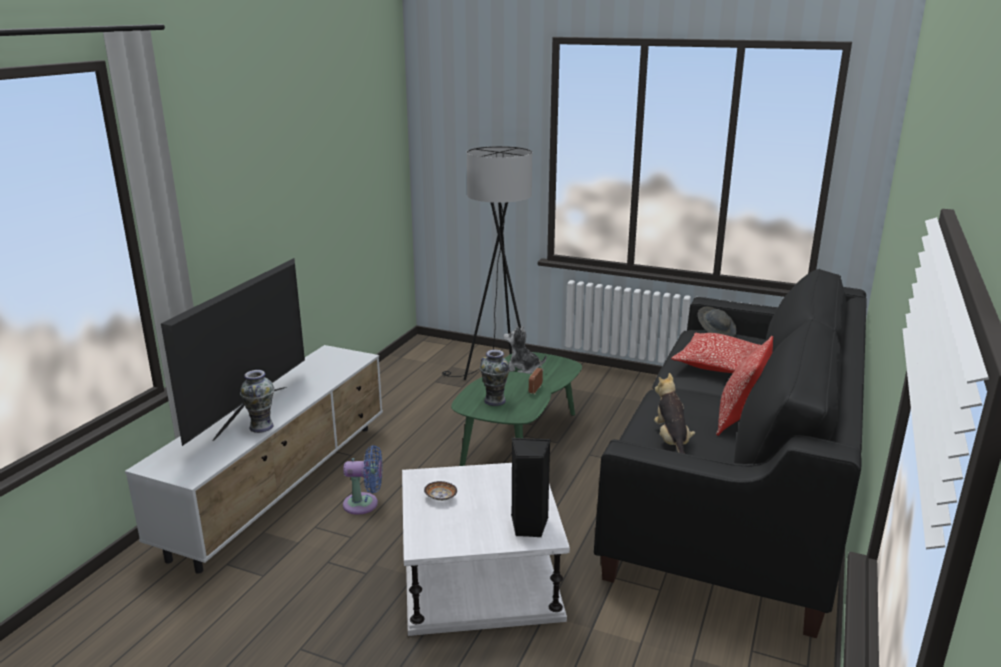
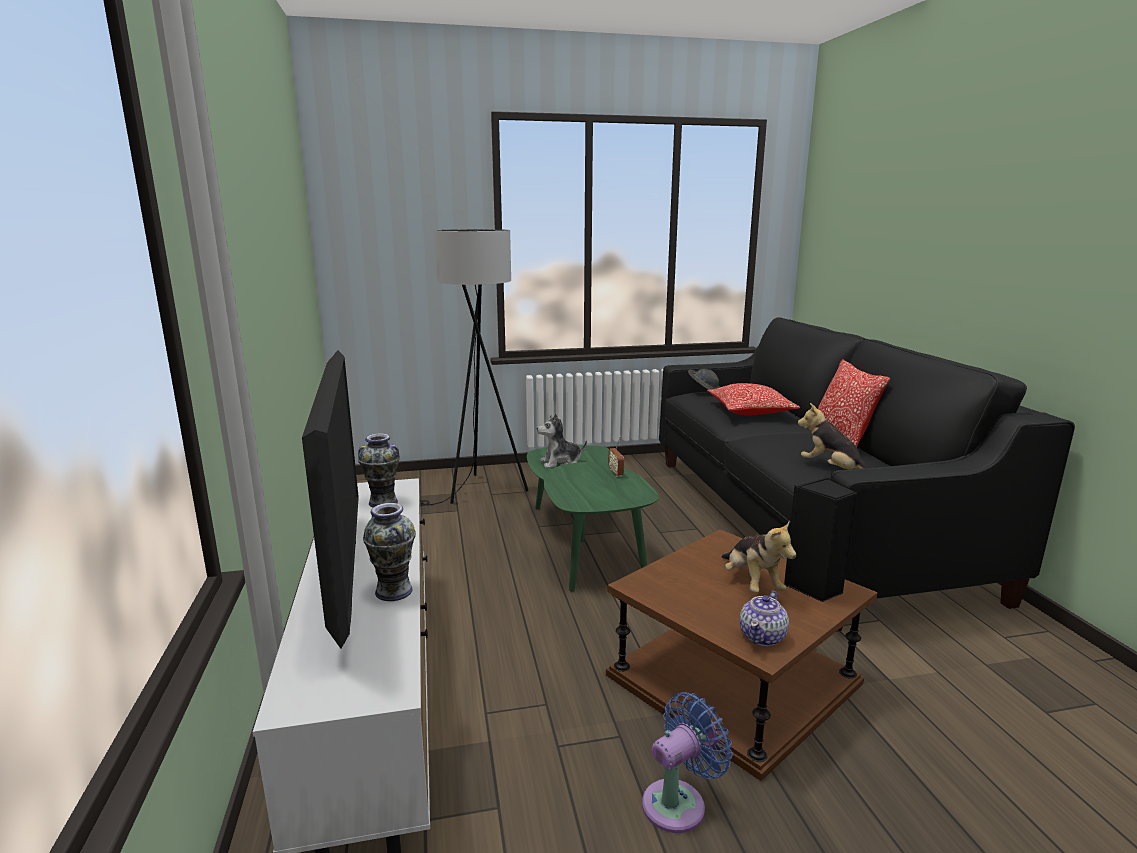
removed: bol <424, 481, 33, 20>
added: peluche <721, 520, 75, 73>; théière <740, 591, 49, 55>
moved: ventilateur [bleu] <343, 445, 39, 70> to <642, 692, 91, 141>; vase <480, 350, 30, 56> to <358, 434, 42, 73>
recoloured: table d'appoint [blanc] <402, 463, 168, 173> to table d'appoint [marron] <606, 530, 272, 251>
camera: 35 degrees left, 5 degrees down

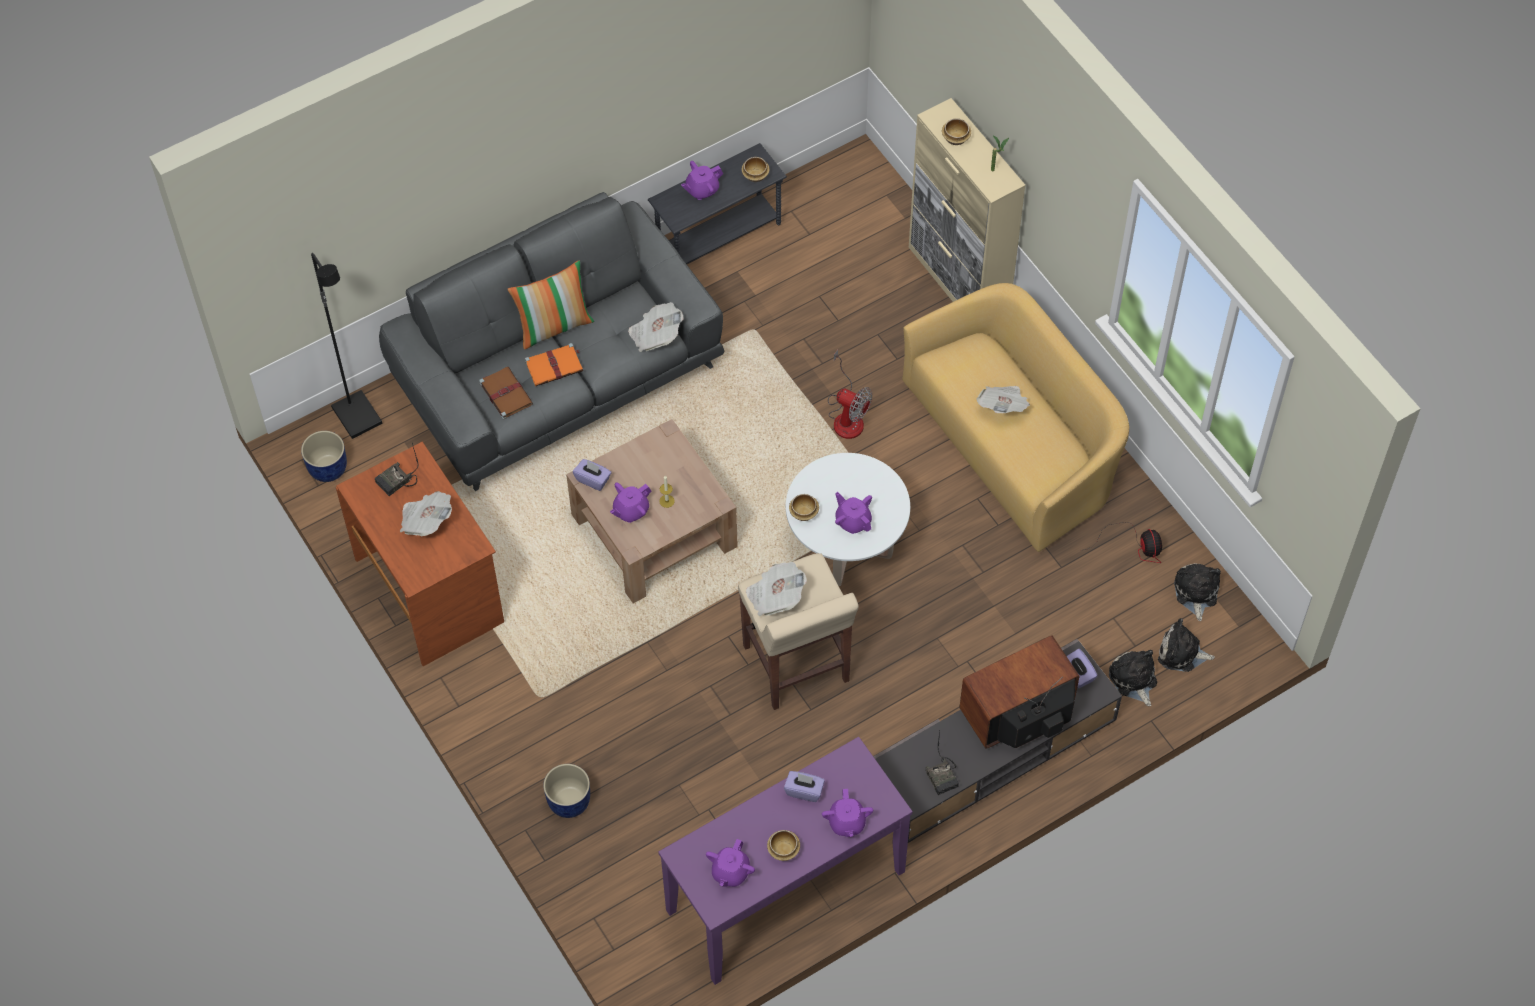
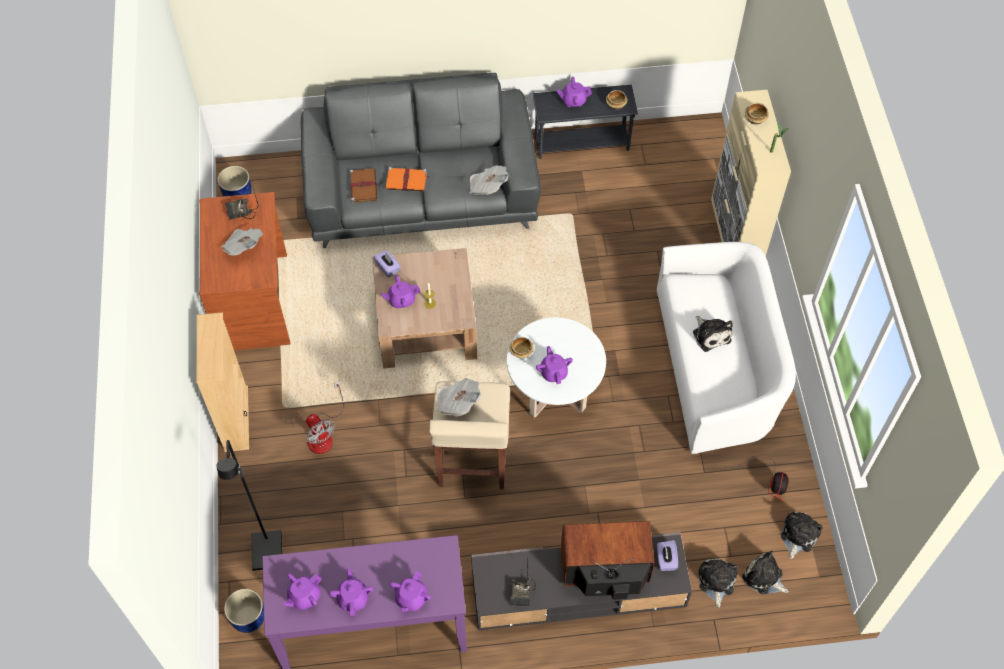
removed: coussin <507, 260, 87, 90>; boîte à mouchoirs [violet] <784, 771, 41, 31>
added: bibliothèque [beige] <196, 312, 53, 140>
moved: lampadaire [noir] <311, 253, 71, 186> to <216, 440, 66, 131>; cache-pot [bleu] <543, 764, 47, 54> to <224, 589, 40, 44>; ventilateur <828, 349, 44, 90> to <306, 381, 38, 73>
replaced: bol <767, 830, 33, 31> to théière [violet] <329, 568, 44, 48>; journal <976, 386, 54, 27> to peluche <693, 316, 40, 36>
recoloured: canapé [jaune] <902, 283, 227, 269> to canapé [blanc] <657, 242, 139, 212>
camera: 25 degrees right, 0 degrees up

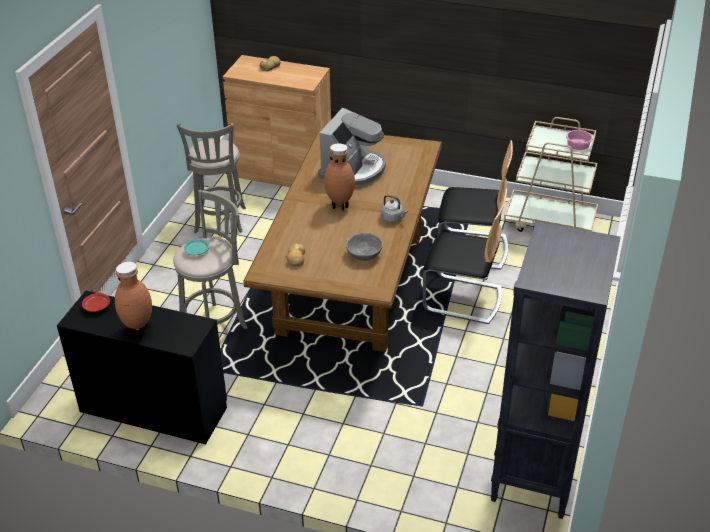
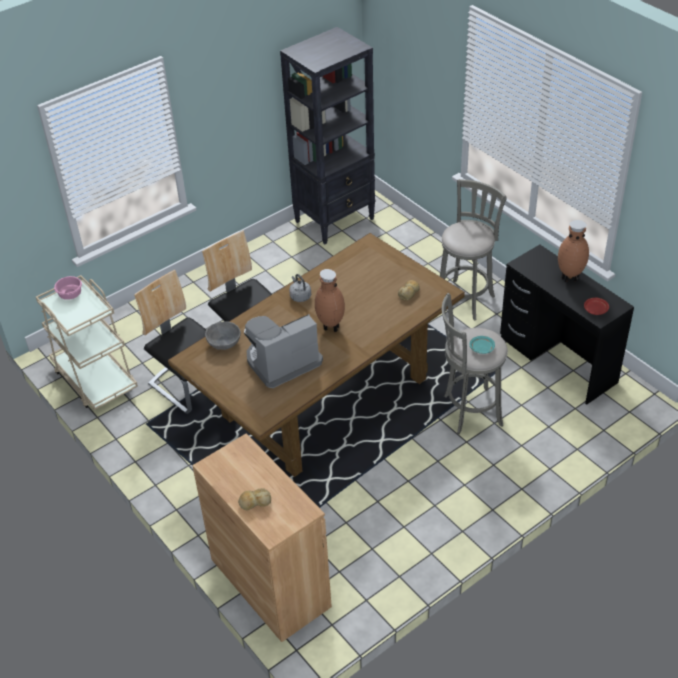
moved: tabouret [gris] <177, 123, 69, 110> to <440, 179, 67, 142>; bol [gris] <346, 233, 37, 28> to <205, 321, 36, 29>
camera: 145 degrees left, 5 degrees up

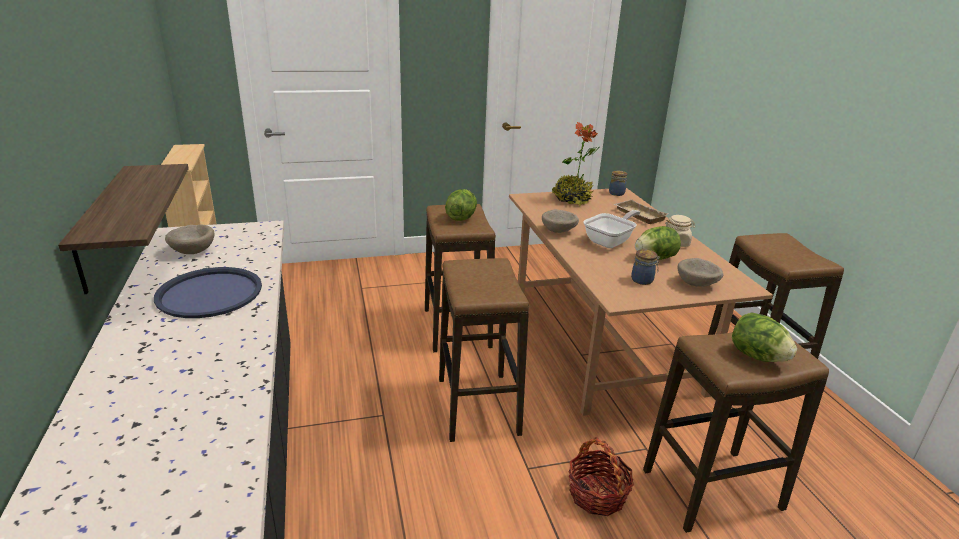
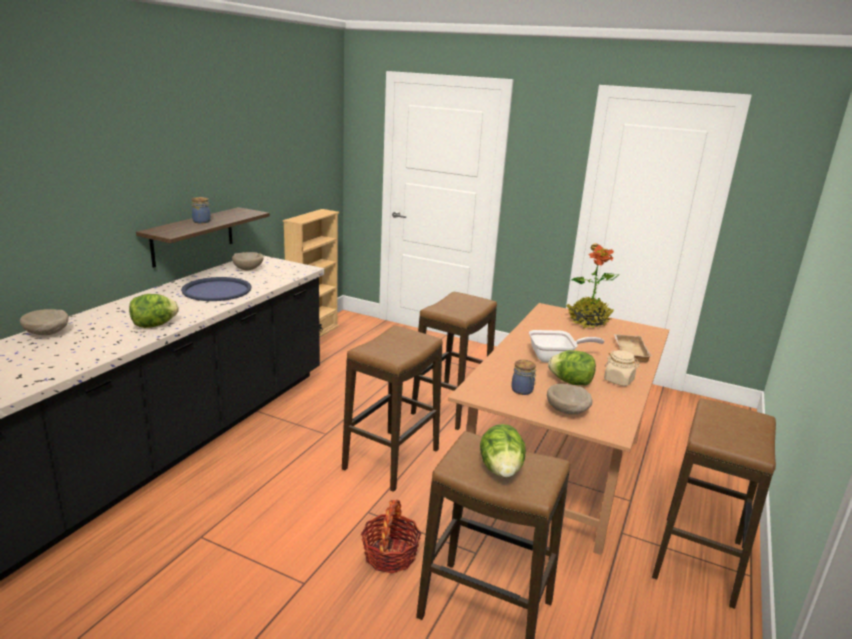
moved: laitue <445, 189, 32, 32> to <129, 294, 50, 34>; bol [beige] <542, 209, 37, 24> to <20, 309, 49, 26>; bocal <609, 171, 18, 25> to <191, 197, 20, 26>
camera: 40 degrees right, 5 degrees down

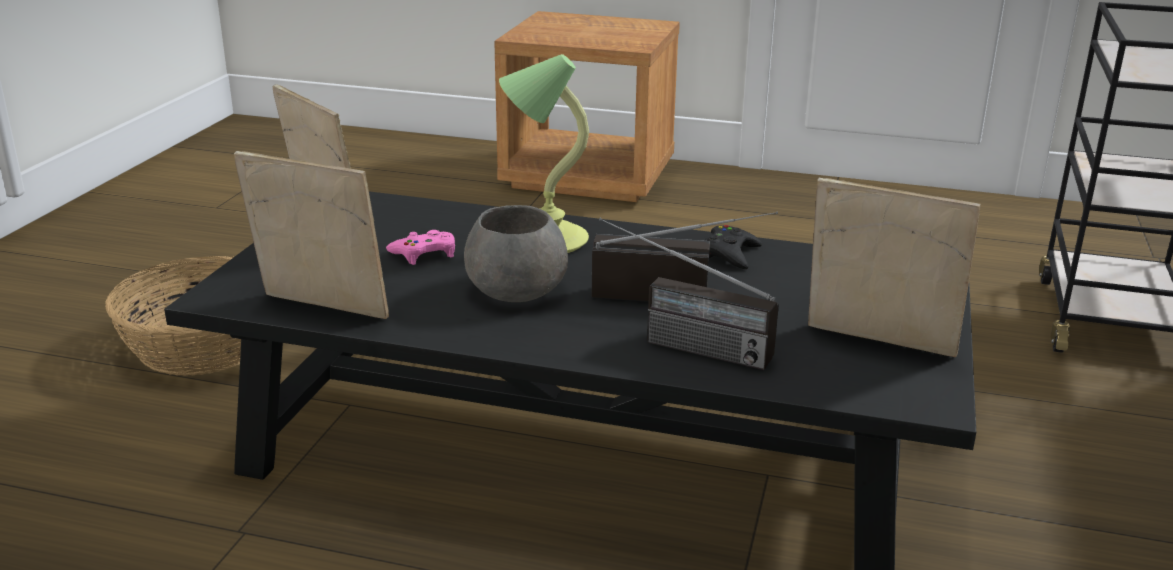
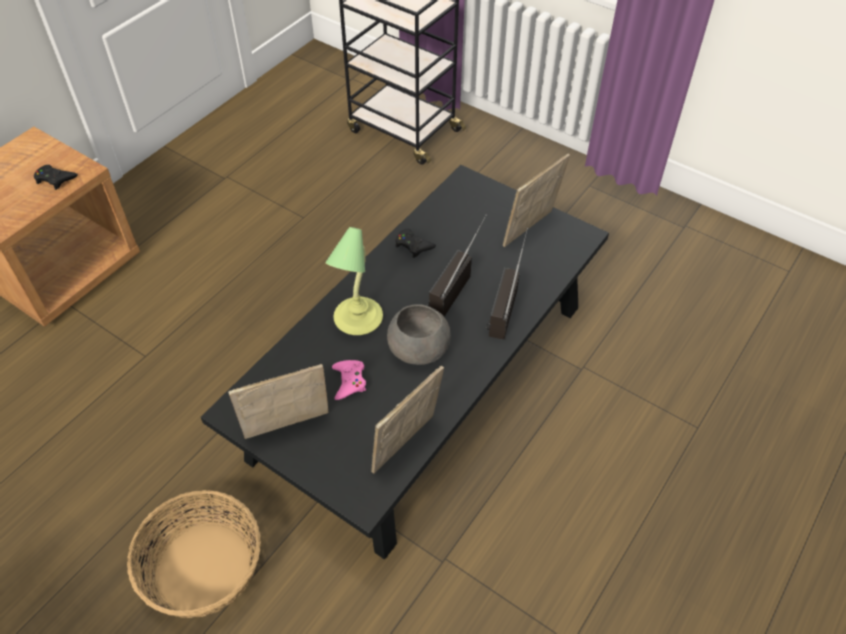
added: manette [noir] <34, 165, 44, 25>
turned: radio <599, 218, 180, 152> = <486, 228, 42, 111> 150 degrees clockwise
camera: 70 degrees left, 25 degrees up

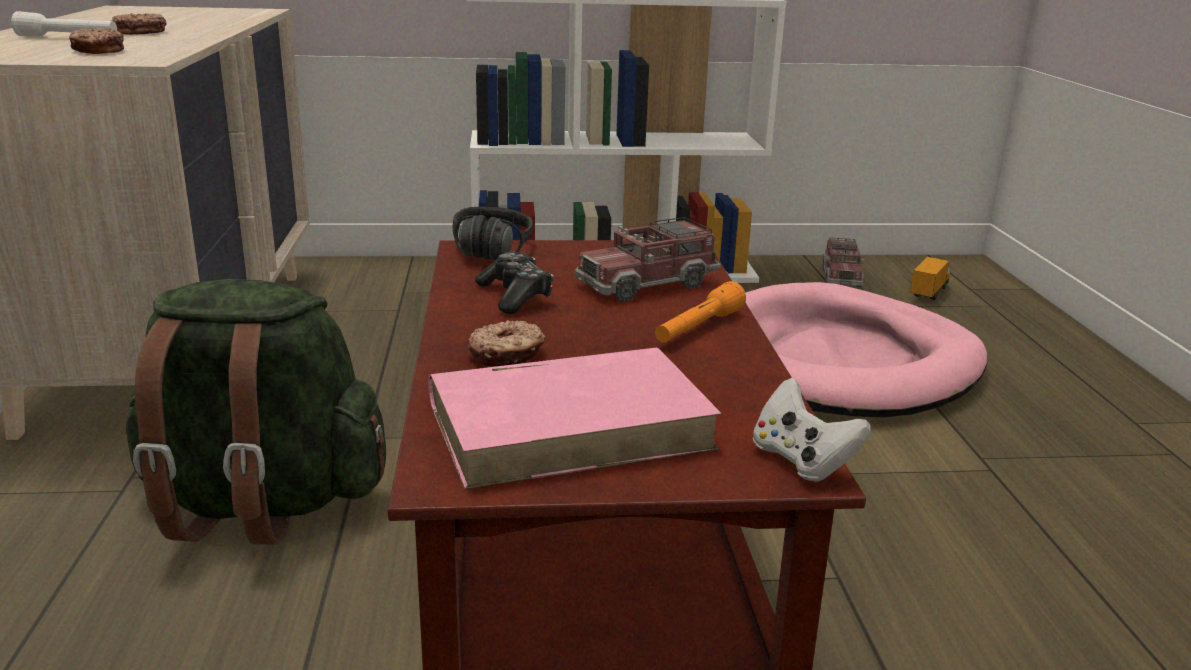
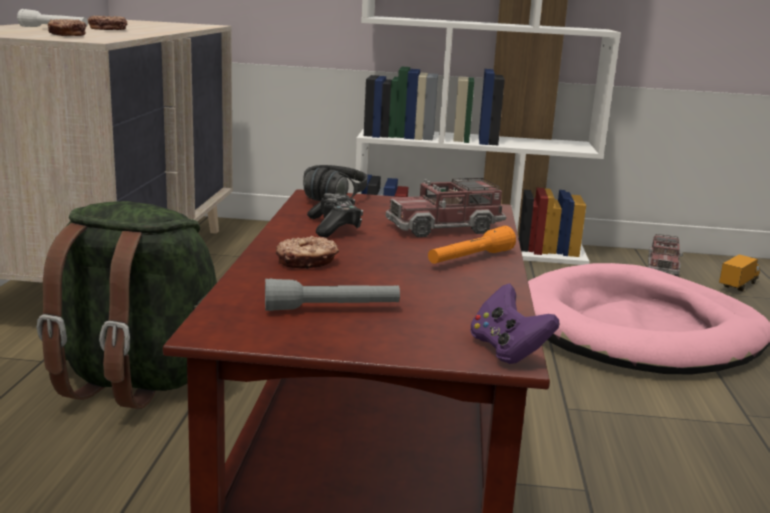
replaced: livre [rose] <429, 347, 293, 142> to lampe de poche [gris] <265, 279, 135, 32>
recoloured: manette [blanc] <753, 378, 118, 104> to manette [violet] <471, 283, 88, 81>
camera: 10 degrees right, 5 degrees down

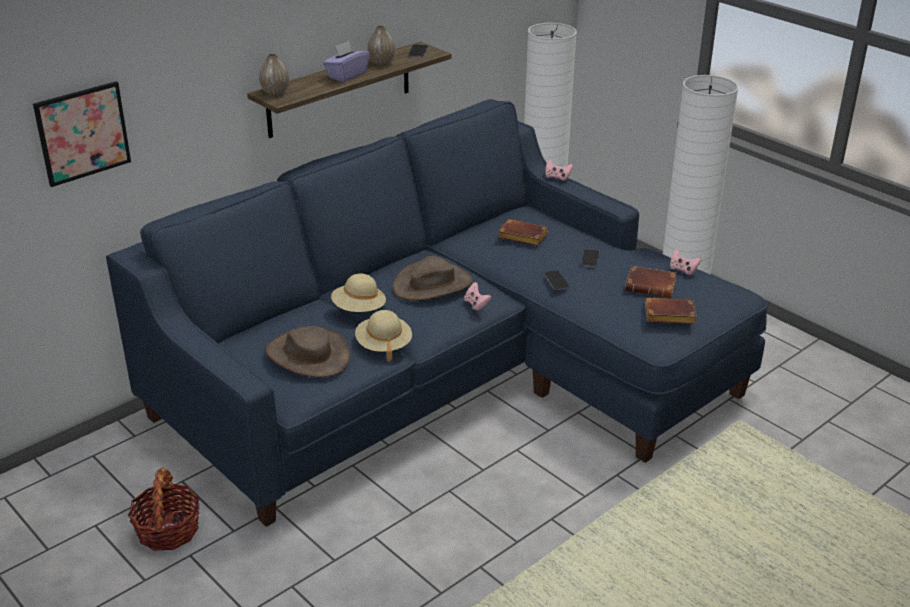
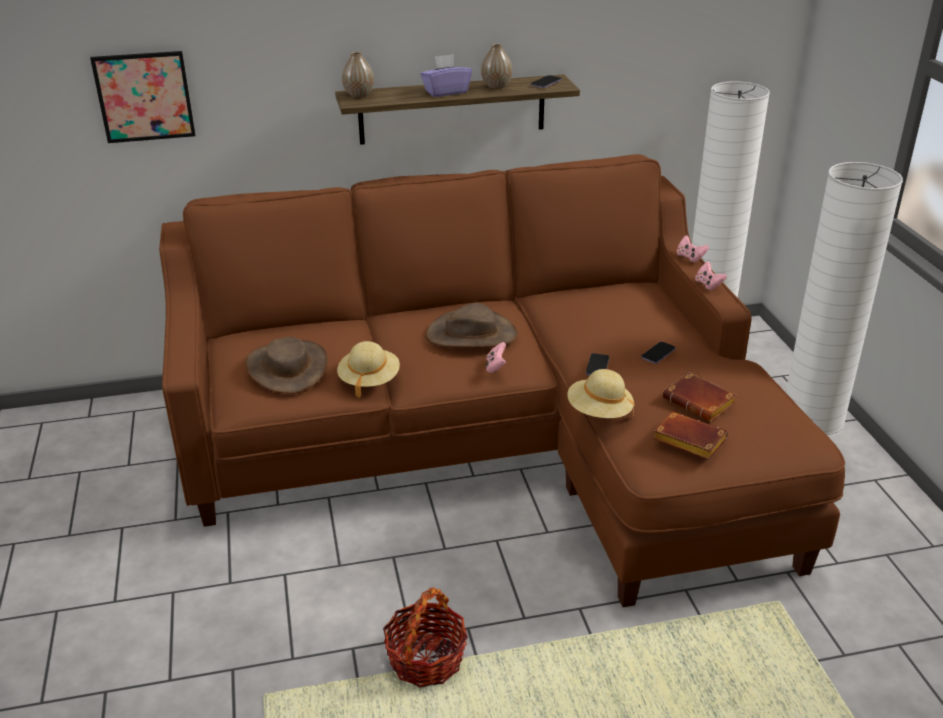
removed: livre [marron] <498, 219, 51, 27>
moved: panier <128, 467, 72, 84> to <383, 587, 85, 101>; chapeau [beige] <331, 273, 55, 39> to <567, 369, 67, 49>; manette [rose] <670, 249, 31, 26> to <695, 261, 32, 30>
recoloured: canapé [bleu] <106, 99, 662, 428> to canapé [marron] <159, 154, 686, 453>
camera: 30 degrees right, 0 degrees up

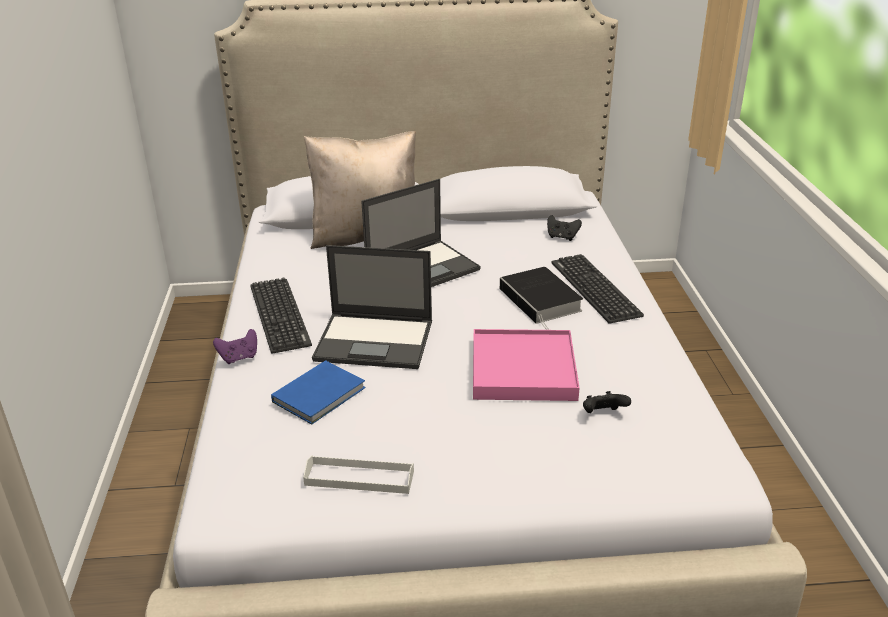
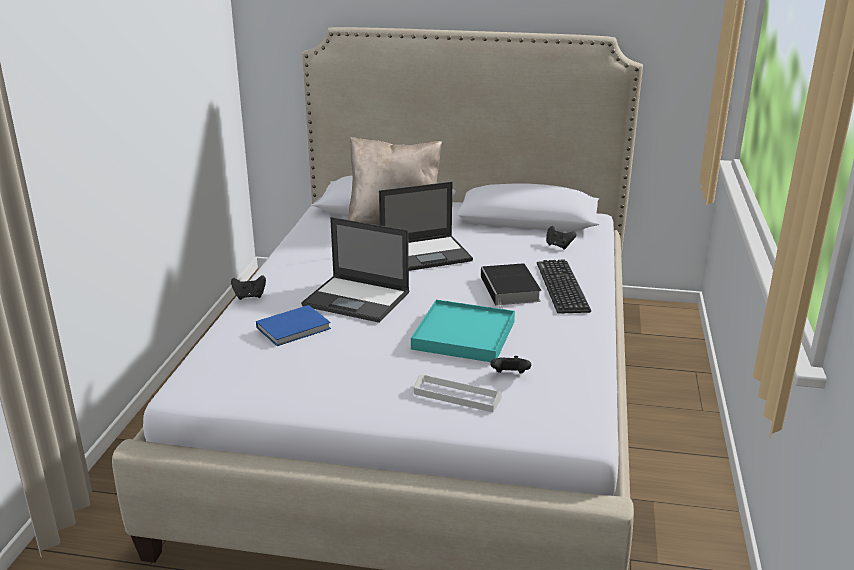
removed: clavier <250, 278, 62, 76>
moved: plateau [blanc] <303, 455, 111, 39> to <414, 374, 88, 38>
recoloured: manette [violet] <213, 329, 44, 35> to manette [noir] <231, 275, 35, 25>; plateau [rose] <473, 329, 107, 72> to plateau [turquoise] <411, 300, 104, 62>
camera: 15 degrees right, 5 degrees down

